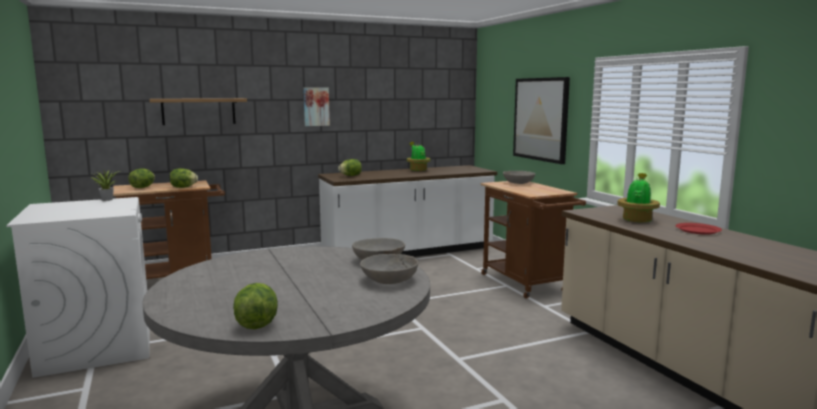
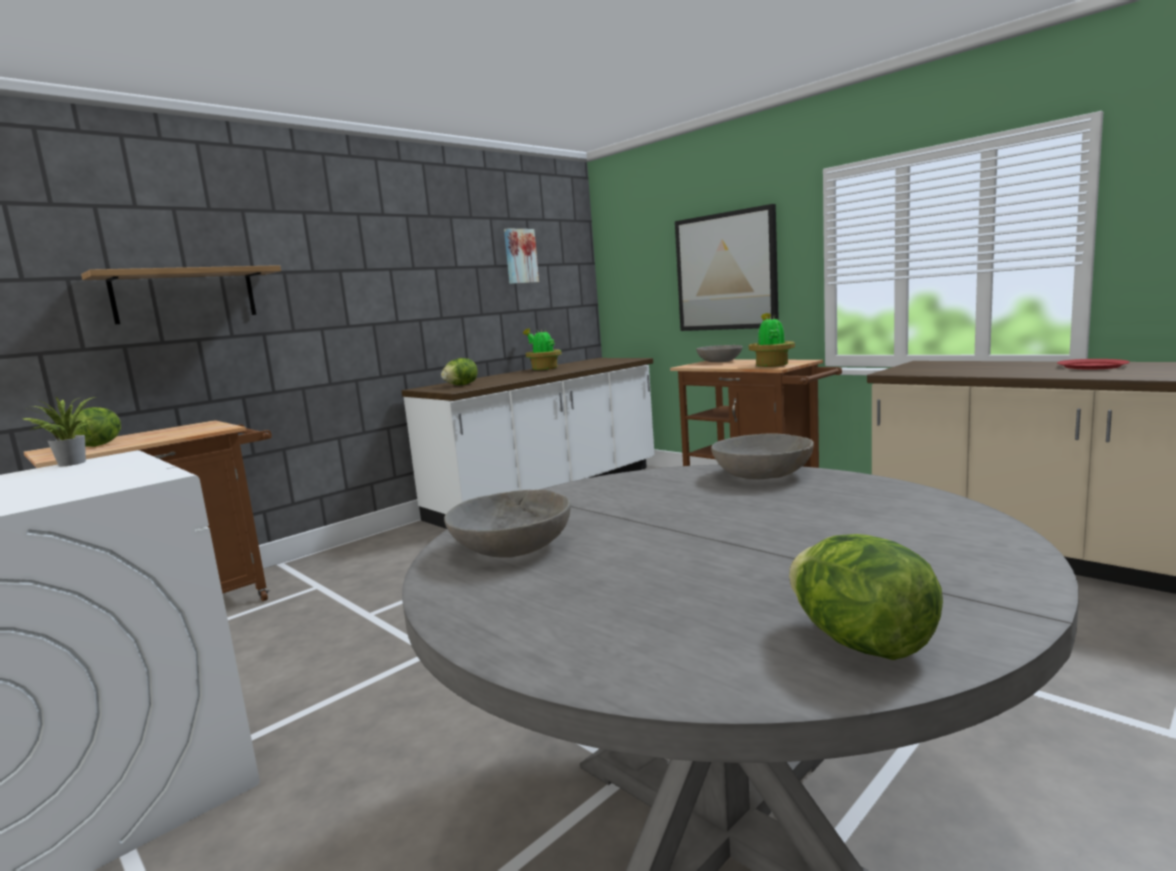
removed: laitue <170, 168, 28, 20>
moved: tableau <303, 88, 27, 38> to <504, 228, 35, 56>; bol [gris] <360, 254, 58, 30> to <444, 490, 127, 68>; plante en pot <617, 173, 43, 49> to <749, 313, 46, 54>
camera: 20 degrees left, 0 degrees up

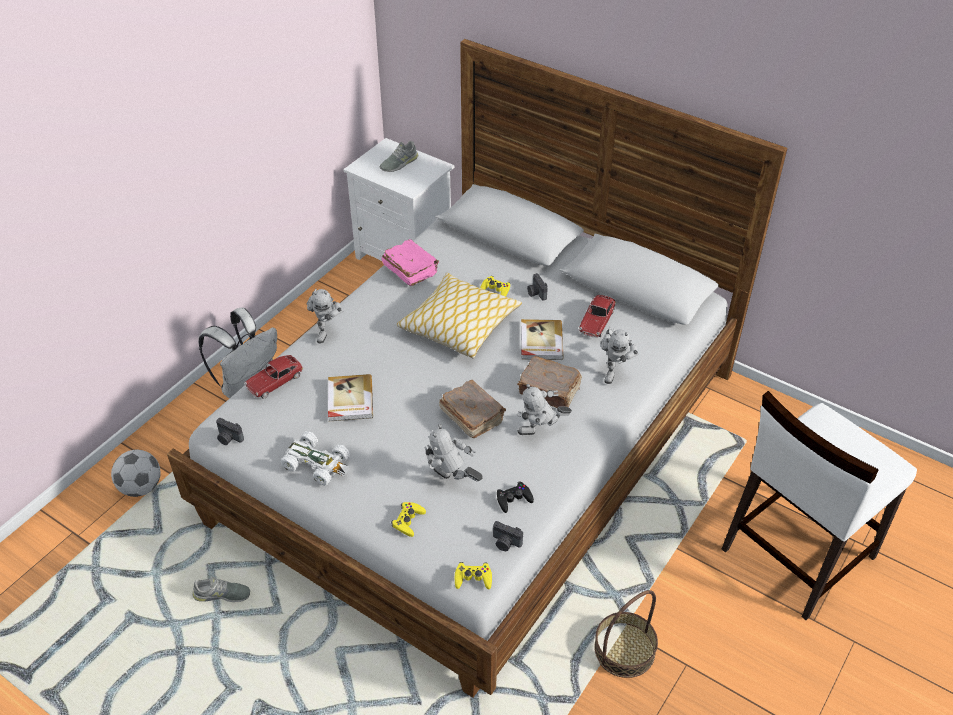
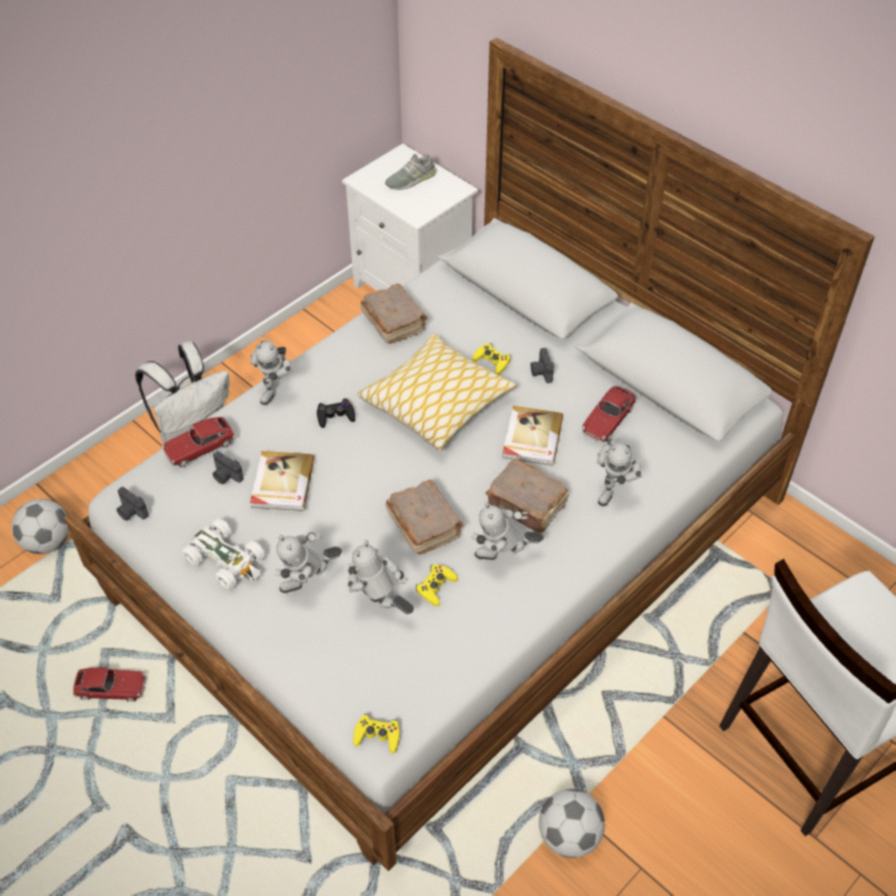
added: robot jouet <275, 531, 67, 62>
moved: manette [jaune] <391, 502, 35, 35> to <416, 564, 42, 42>; appareil photo <493, 521, 30, 30> to <213, 451, 31, 33>; manette [noir] <497, 481, 37, 32> to <317, 398, 38, 30>
replaced: chaussure [gris] <192, 576, 58, 26> to petite voiture <73, 667, 73, 35>; panier <594, 590, 64, 88> to ballon de foot <539, 789, 66, 69>
recoloured: livre [rose] <382, 239, 57, 47> to livre [marron] <360, 284, 68, 60>
camera: 10 degrees right, 5 degrees up

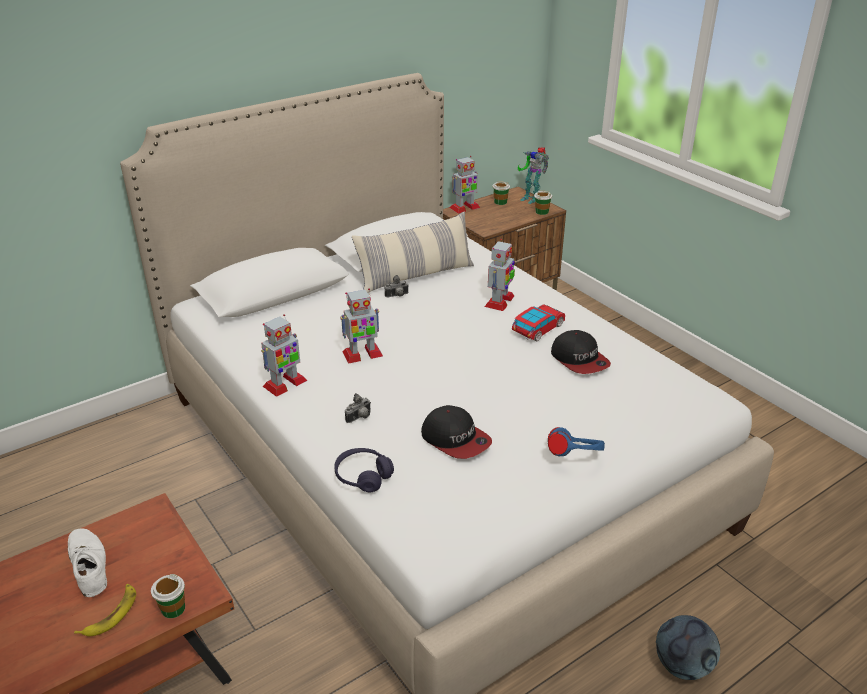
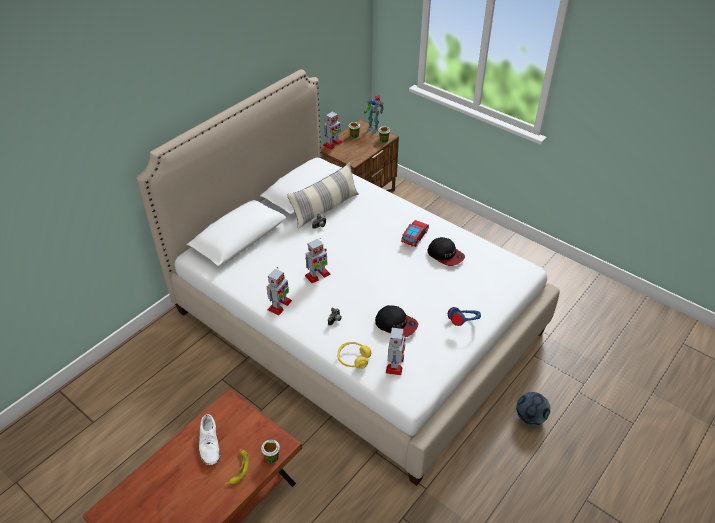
moved: robot jouet <485, 239, 30, 72> to <386, 325, 20, 50>
recoloured: casque audio [violet] <334, 448, 60, 45> to casque audio [jaune] <337, 342, 34, 27>
turned: chaussure [blanc] <68, 528, 39, 69> = <199, 414, 21, 51> 150 degrees counterclockwise
camera: 15 degrees left, 10 degrees up

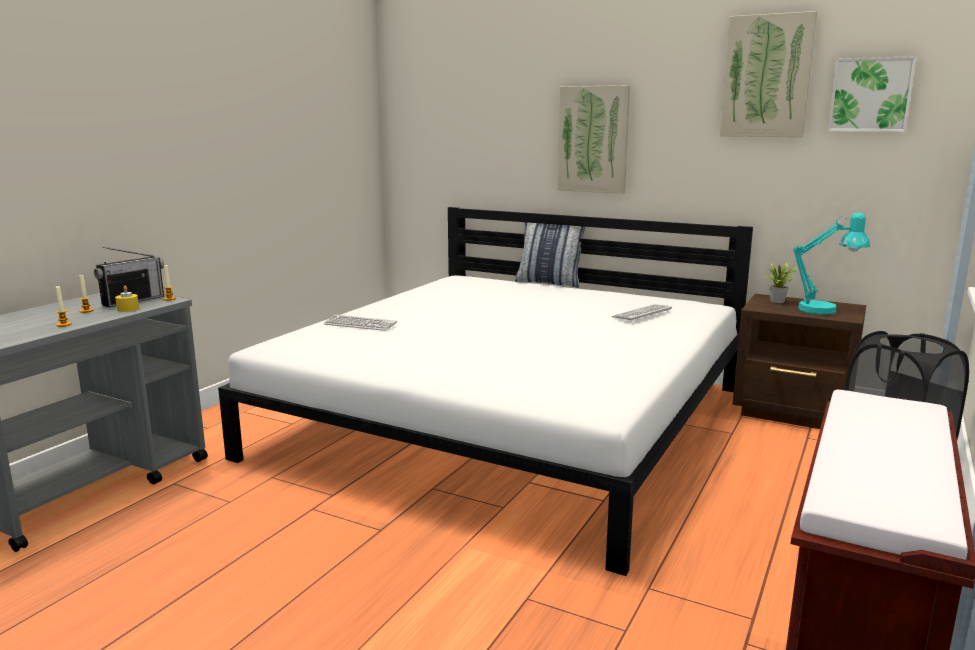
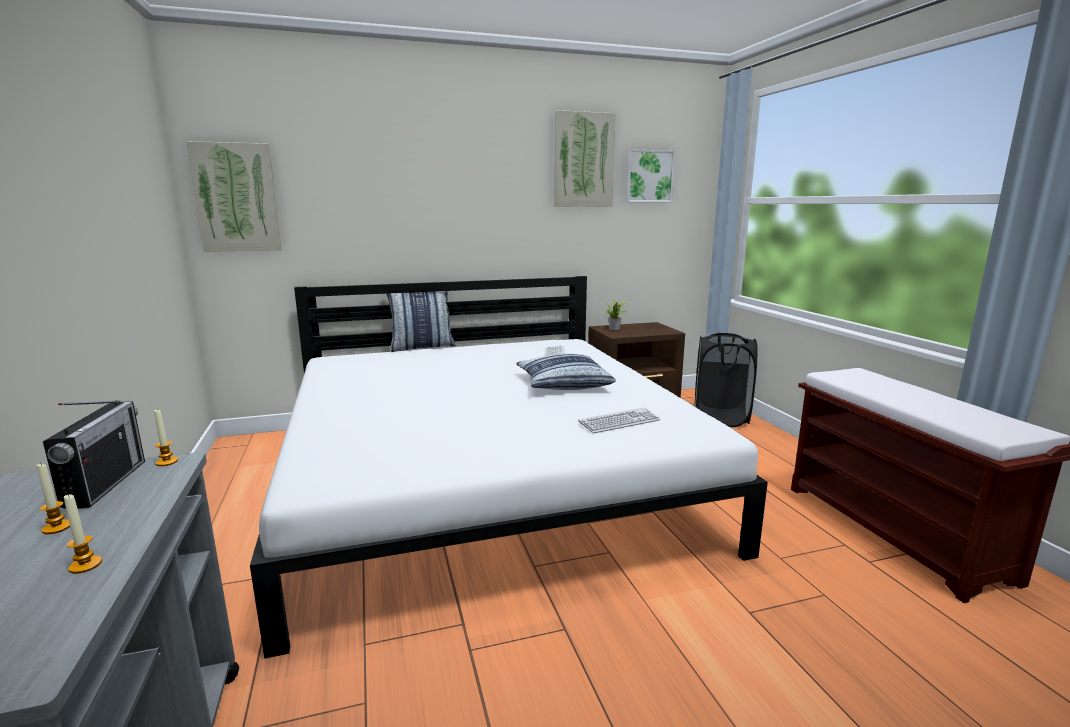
removed: bougie [jaune] <115, 286, 24, 26>; lampe de table [turquoise] <793, 212, 77, 103>
added: coussin <516, 354, 100, 36>
moved: clavier <323, 315, 74, 16> to <578, 407, 83, 26>; tableau <557, 85, 73, 109> to <187, 141, 94, 111>
camera: 45 degrees left, 0 degrees up

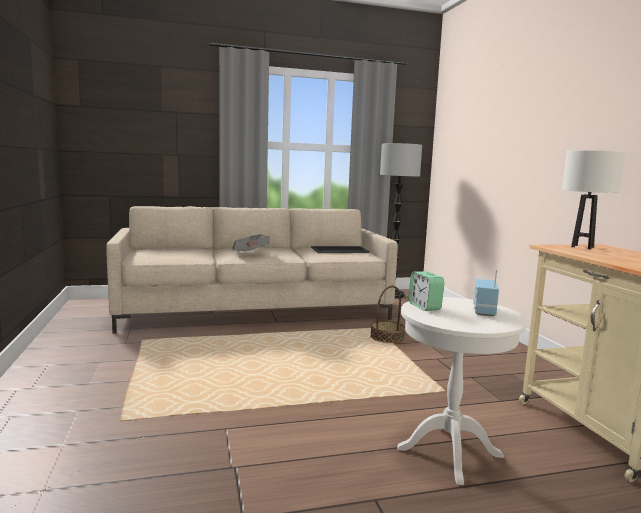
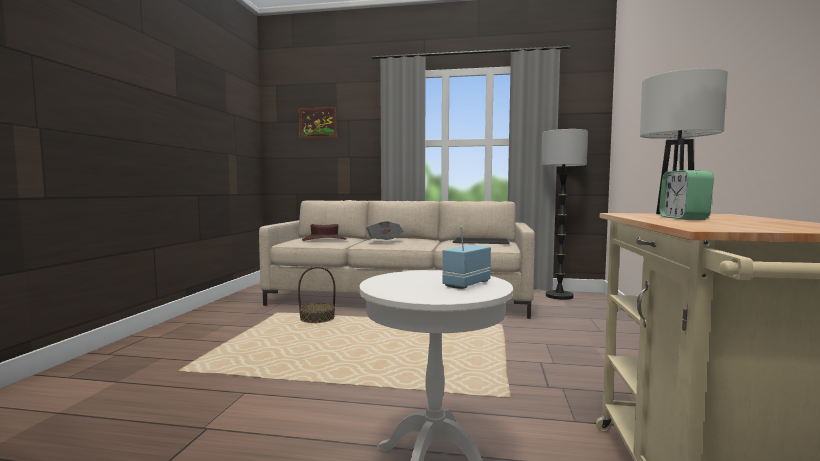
added: tableau <299, 107, 38, 31>; chapeau [marron] <302, 224, 45, 17>
moved: panier <370, 286, 35, 57> to <298, 266, 37, 57>; réveil <408, 271, 36, 40> to <659, 170, 55, 50>
camera: 25 degrees right, 5 degrees down

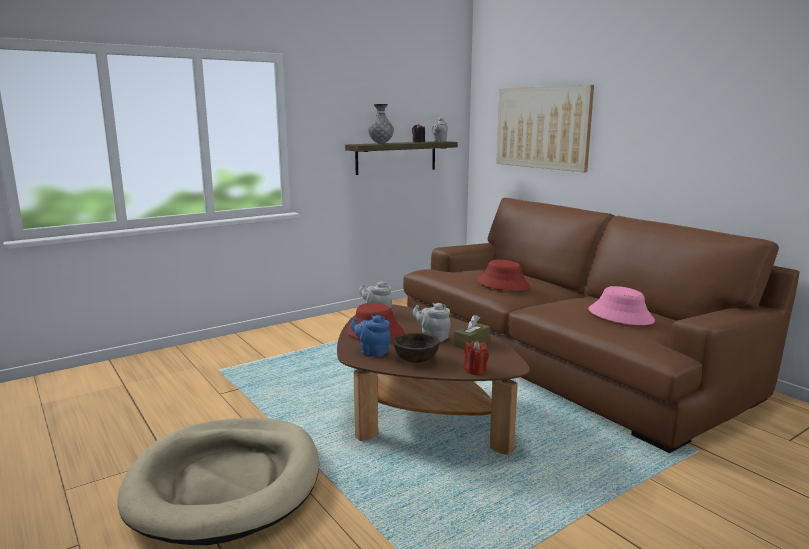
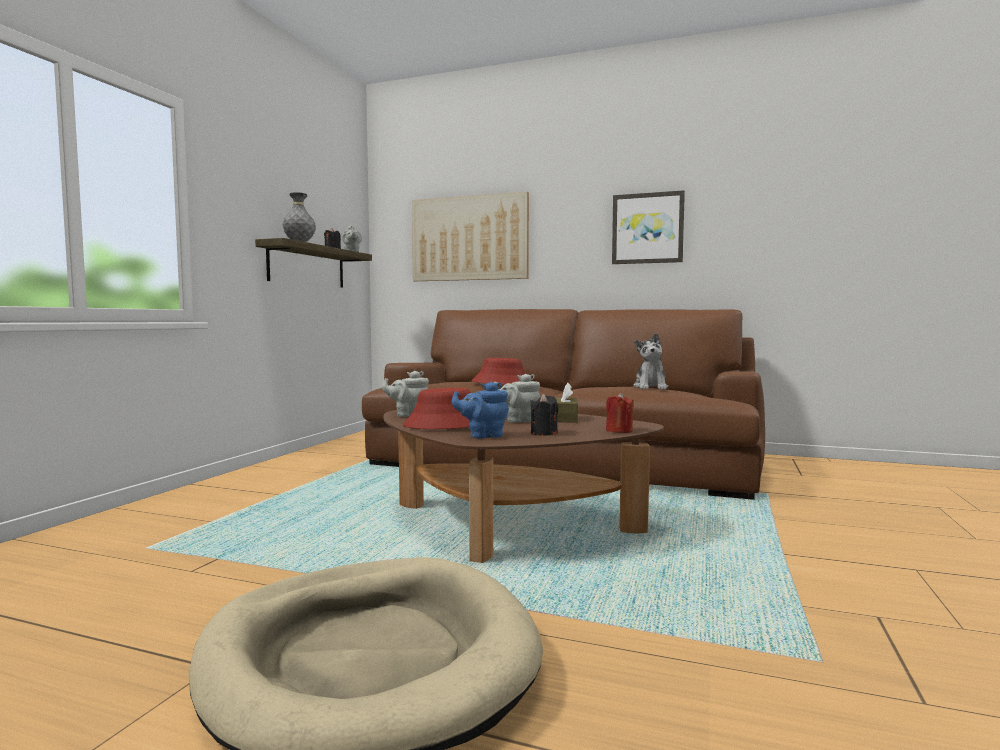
added: tableau <612, 190, 73, 74>
replaced: bol [marron] <394, 333, 45, 30> to bougie [noir] <530, 394, 28, 42>; chapeau [rose] <588, 286, 67, 39> to peluche <633, 333, 35, 57>
camera: 35 degrees left, 10 degrees down

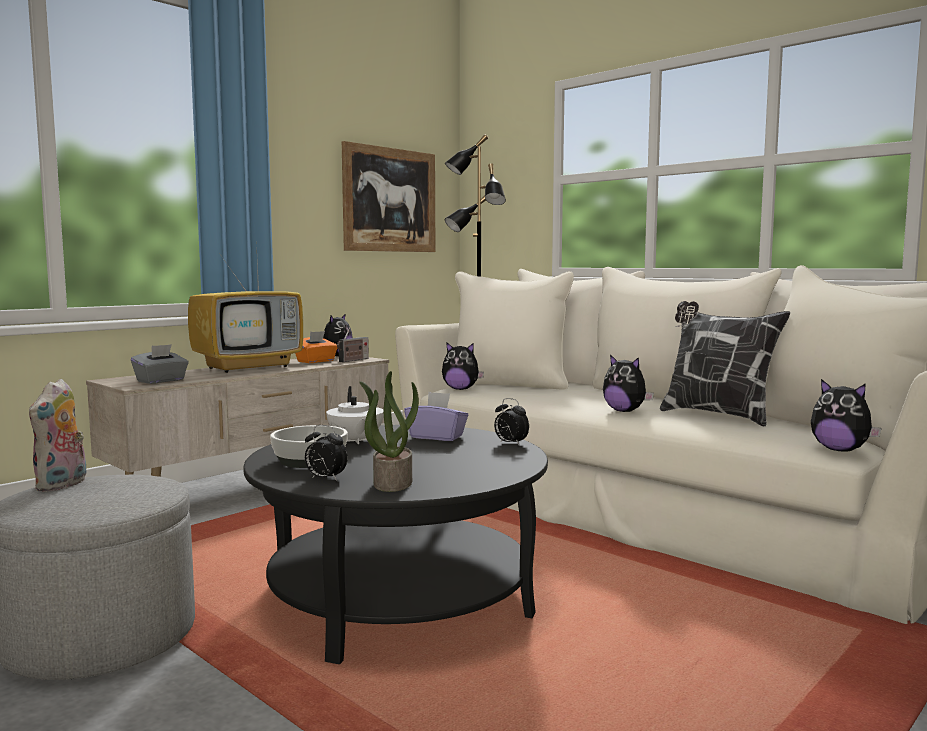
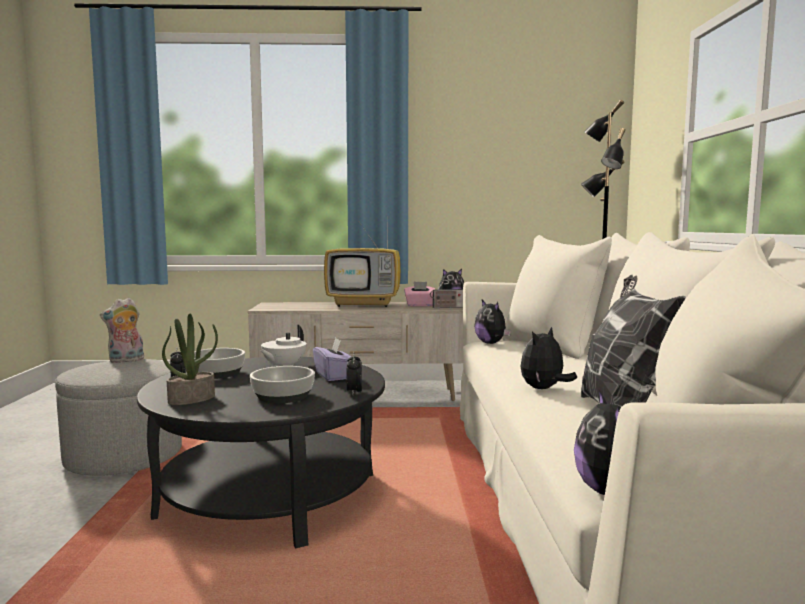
removed: boîte à mouchoirs [gris] <131, 344, 58, 40>; tableau <342, 141, 93, 111>
added: bol <250, 366, 65, 37>
recoloured: boîte à mouchoirs [orange] <295, 331, 42, 32> to boîte à mouchoirs [rose] <404, 282, 31, 24>
turned: peluche <603, 355, 51, 57> = <521, 327, 56, 62> 45 degrees clockwise
camera: 45 degrees right, 0 degrees up

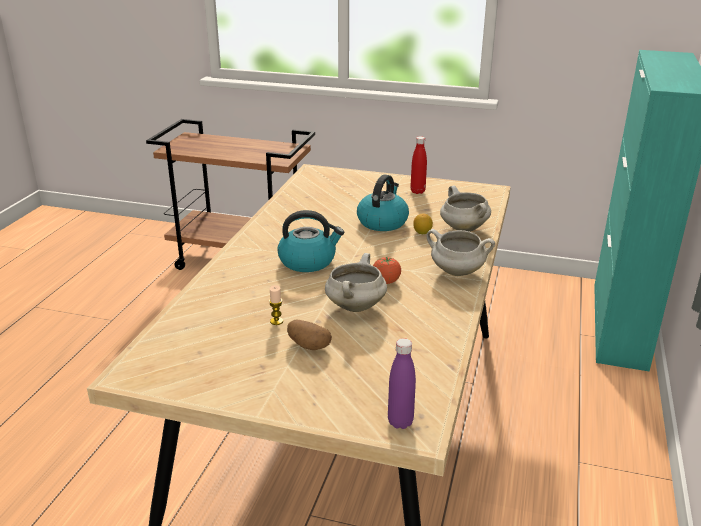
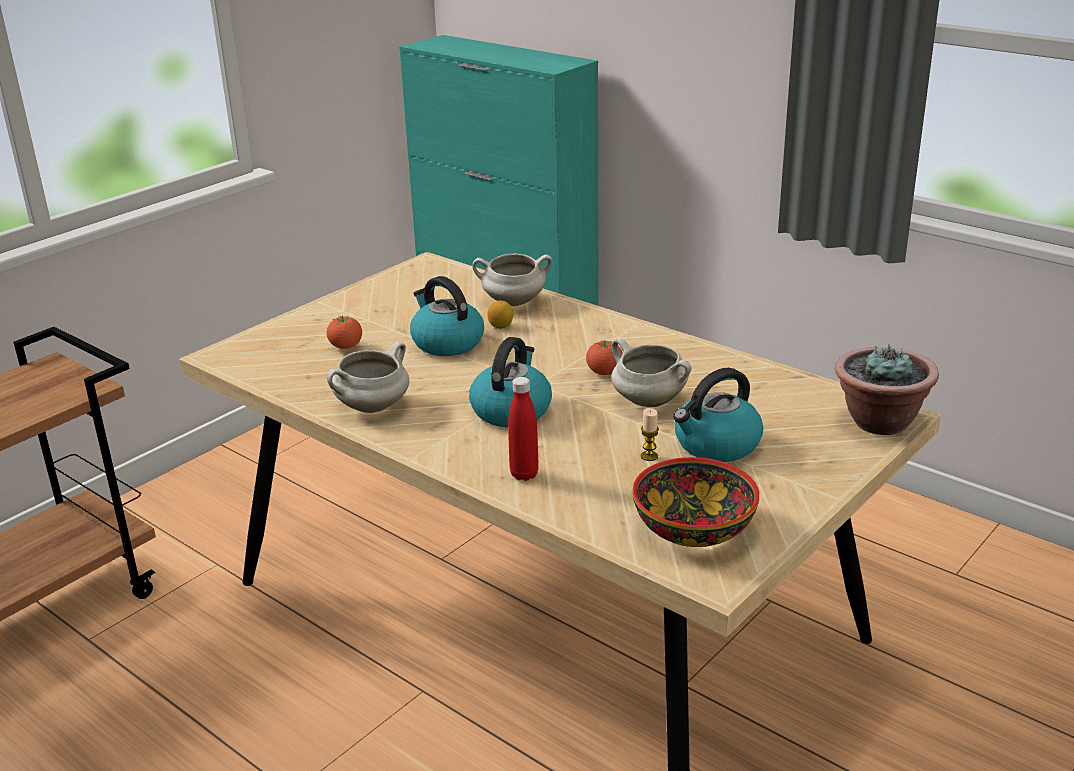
added: tomate <327, 316, 35, 33>; bol <632, 457, 127, 90>
moved: bouteille [rouge] <410, 136, 17, 58> to <508, 377, 31, 104>; marmite [blanc] <426, 229, 69, 47> to <327, 342, 82, 71>
replaced: pomme de terre <287, 320, 45, 30> to bouilloire <673, 368, 90, 94>; bouteille [violet] <388, 338, 28, 91> to plante en pot <835, 344, 104, 91>
camera: 65 degrees left, 0 degrees up

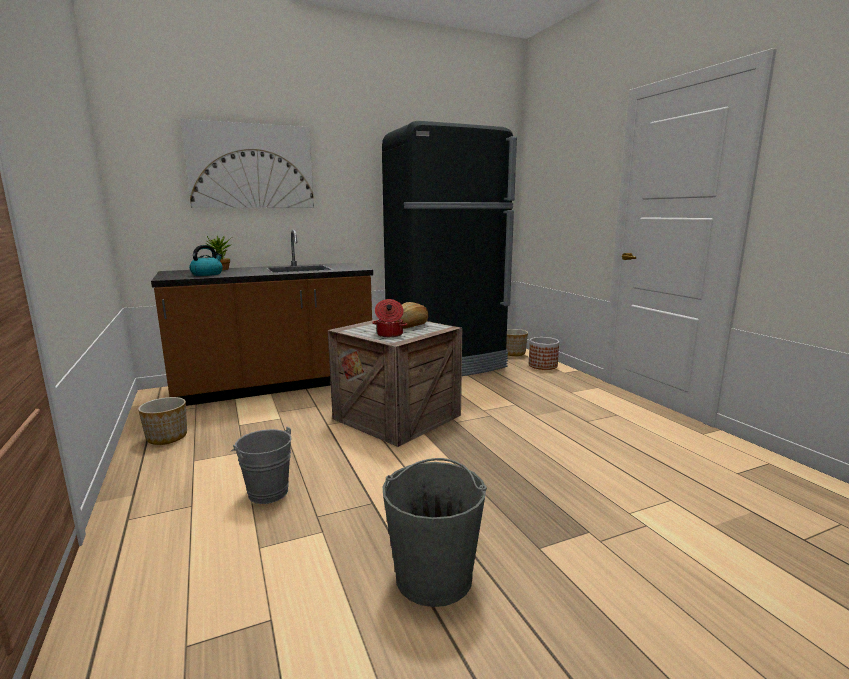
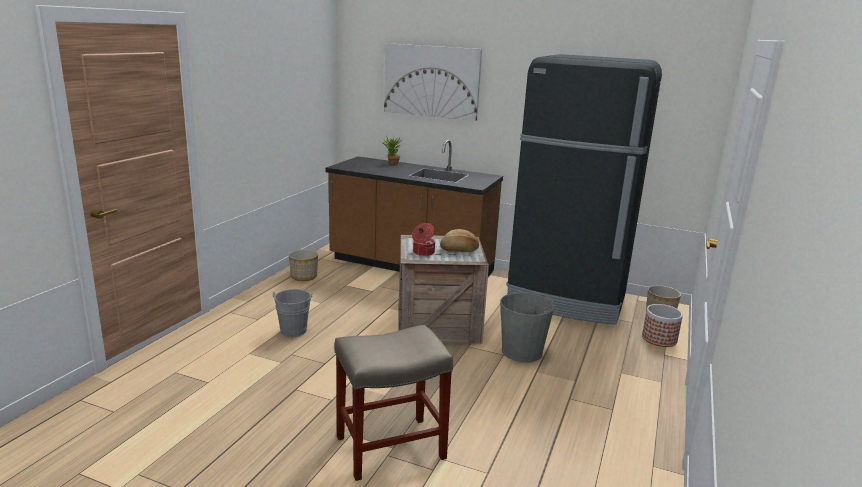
removed: bouilloire <189, 245, 34, 31>
added: tabouret [beige] <334, 325, 119, 156>
moved: seau [gris] <383, 458, 104, 149> to <500, 291, 54, 71>
camera: 45 degrees right, 5 degrees up

